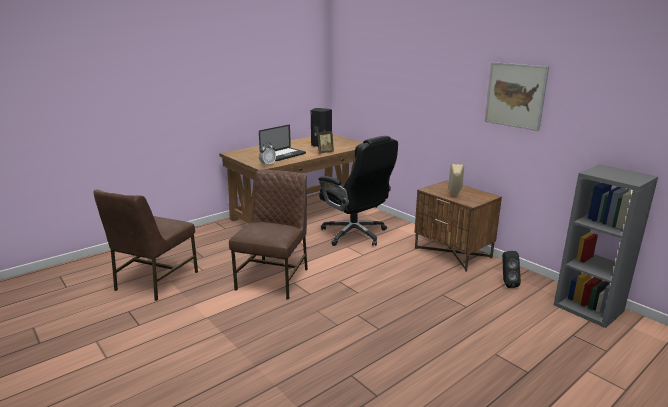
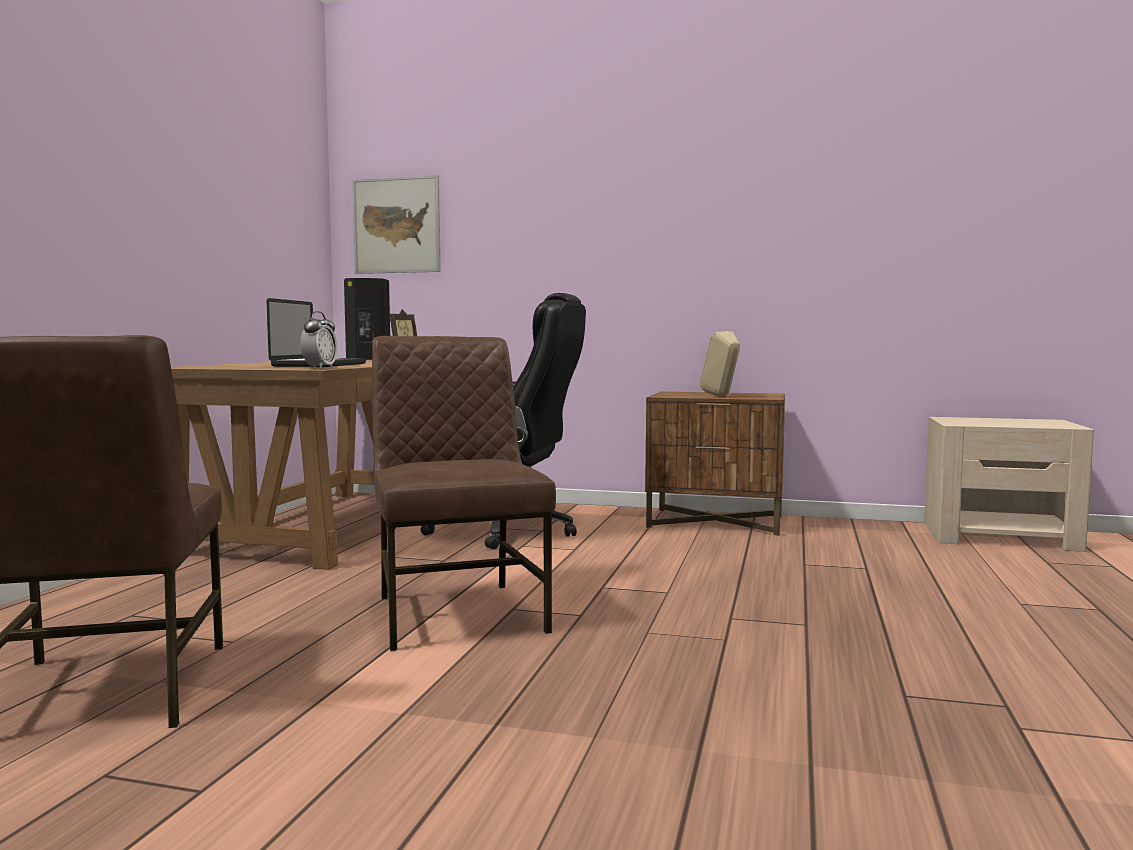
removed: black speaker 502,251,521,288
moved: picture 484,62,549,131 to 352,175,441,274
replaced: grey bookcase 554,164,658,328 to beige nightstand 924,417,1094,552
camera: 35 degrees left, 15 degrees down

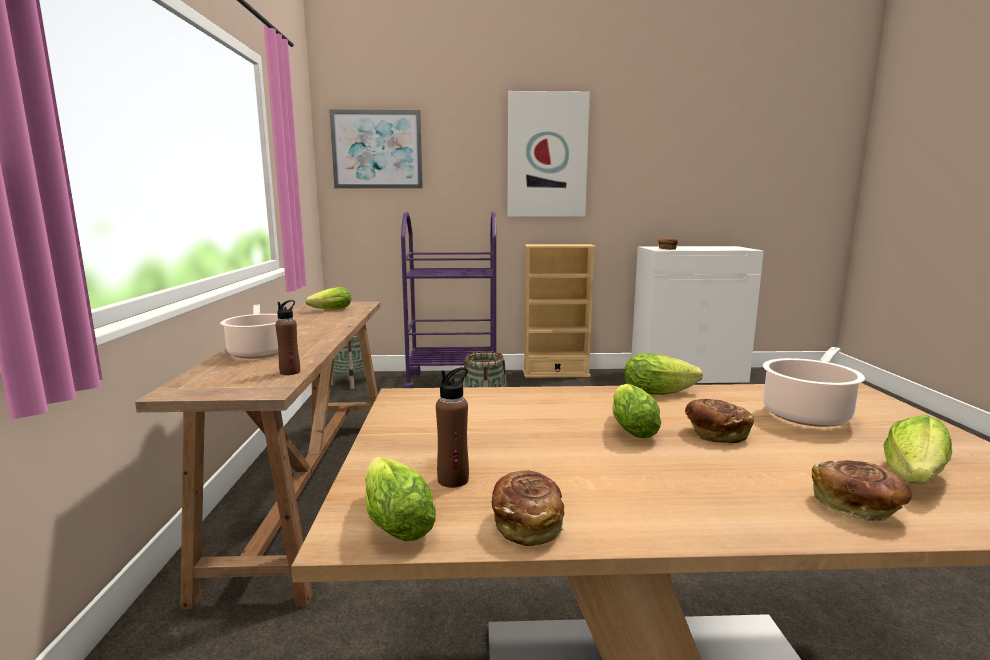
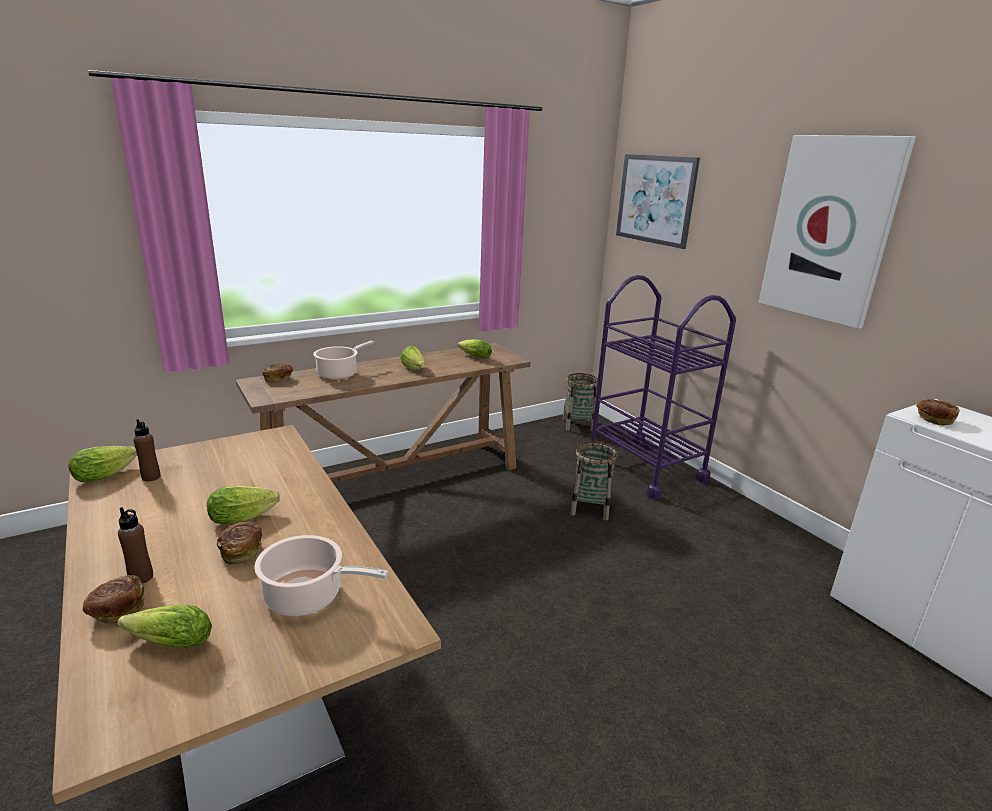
removed: beige bookcase 523,244,596,378
moved: brown bottle 275,300,300,375 to 118,507,153,583; bread 492,470,565,546 to 263,363,293,382; lettuce 624,353,702,395 to 401,346,425,370
camera: 60 degrees right, 10 degrees up

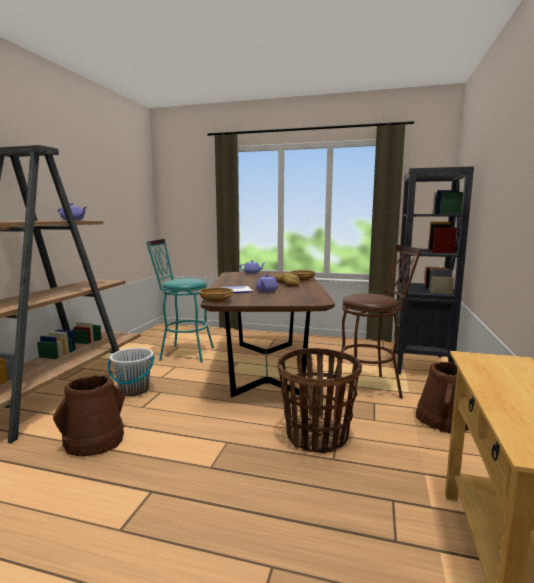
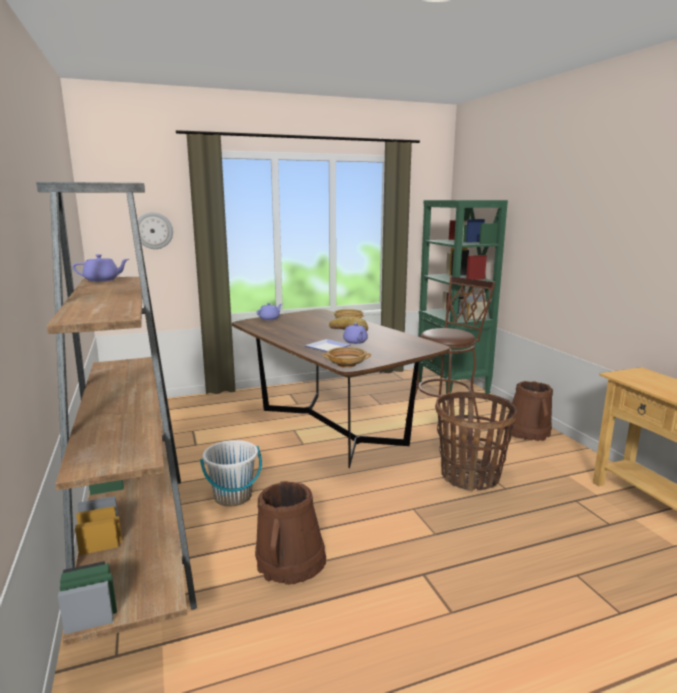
removed: turquoise stool 146,239,214,363
added: wall clock 138,212,173,249
recoloured: black bookcase 394,166,474,374 to green bookcase 418,200,508,401
camera: 35 degrees left, 5 degrees up

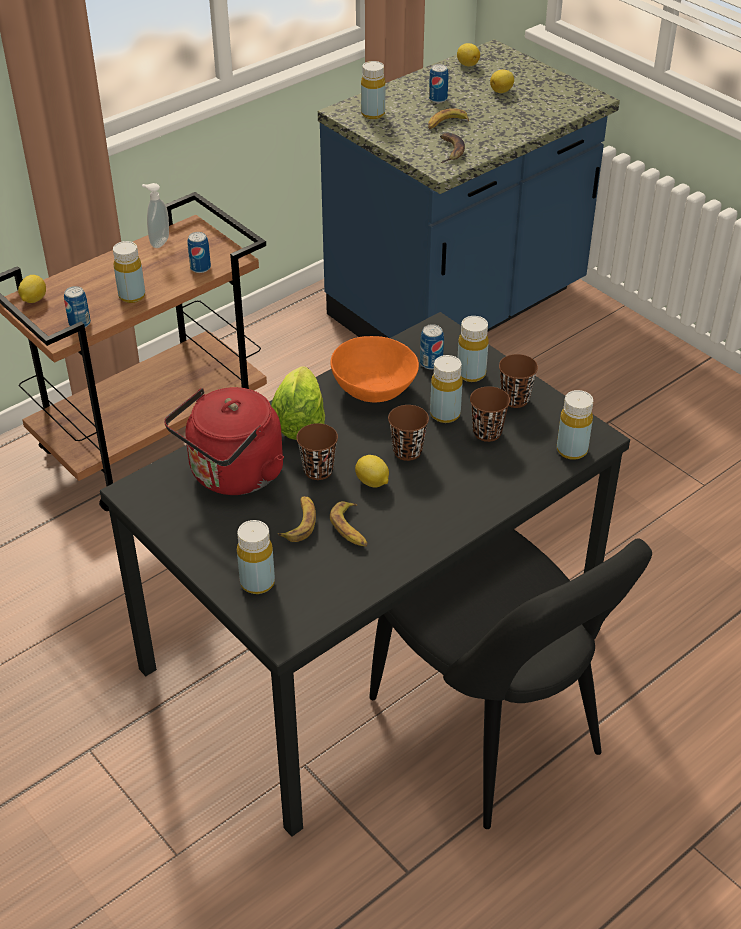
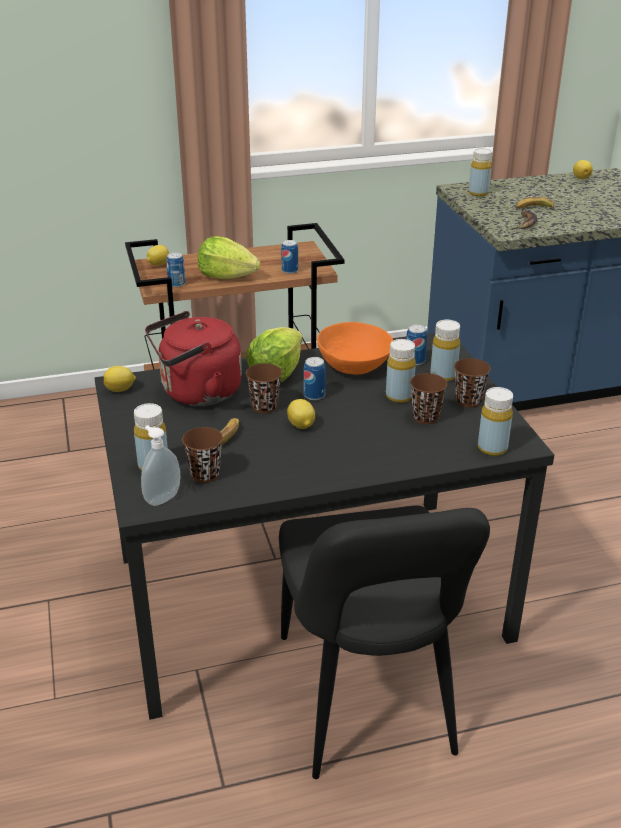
removed: banana 330,501,368,546
moved: lemon 490,70,514,93 to 104,366,136,392; soap dispenser 142,183,169,248 to 141,425,180,506; brown cup 388,405,429,461 to 182,427,223,483; can 429,64,449,103 to 304,357,326,400
replaced: yellow bottle 113,241,145,303 to lettuce 198,236,261,279
camera: 25 degrees right, 10 degrees down

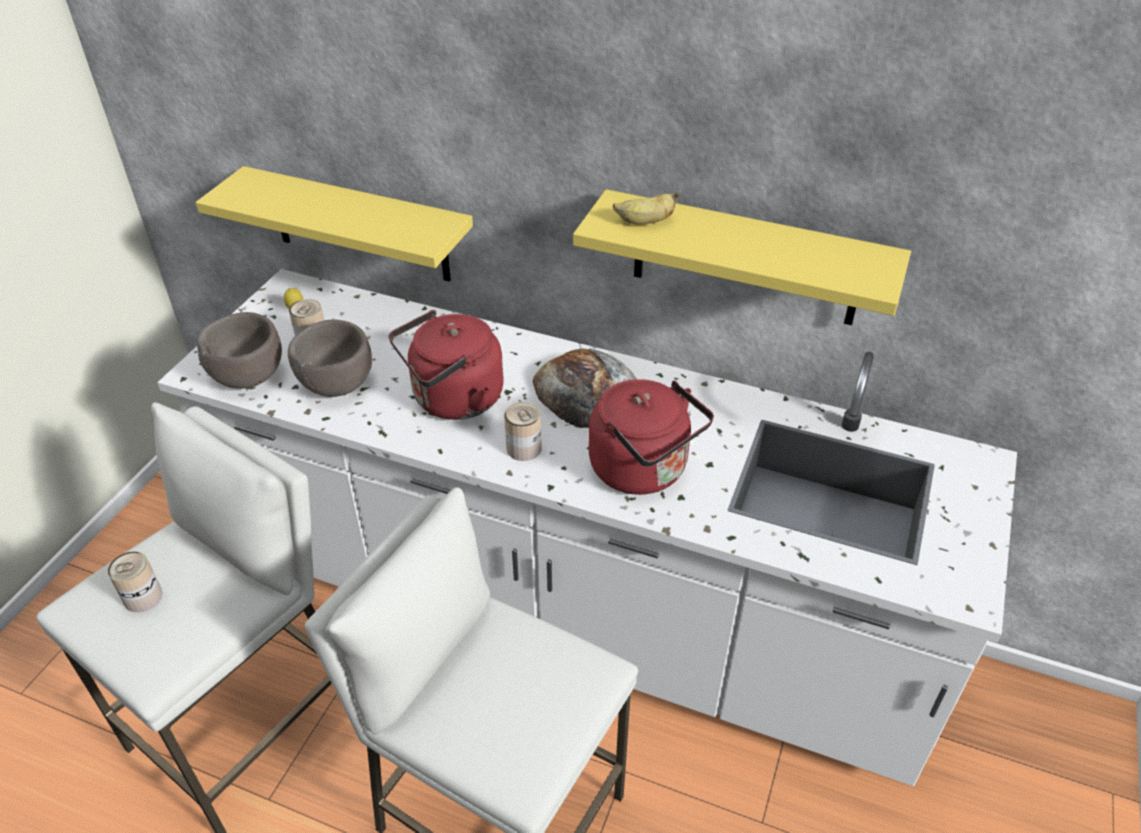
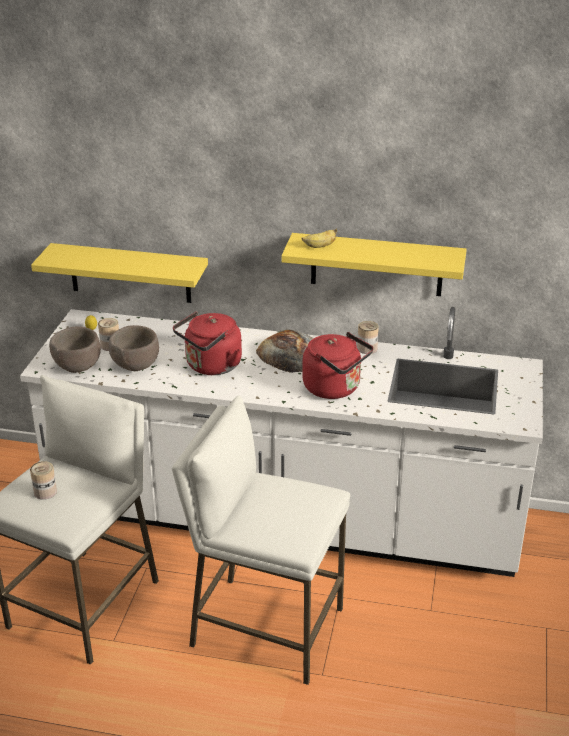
moved: can 504,402,542,461 to 357,321,379,354
camera: 10 degrees left, 10 degrees down

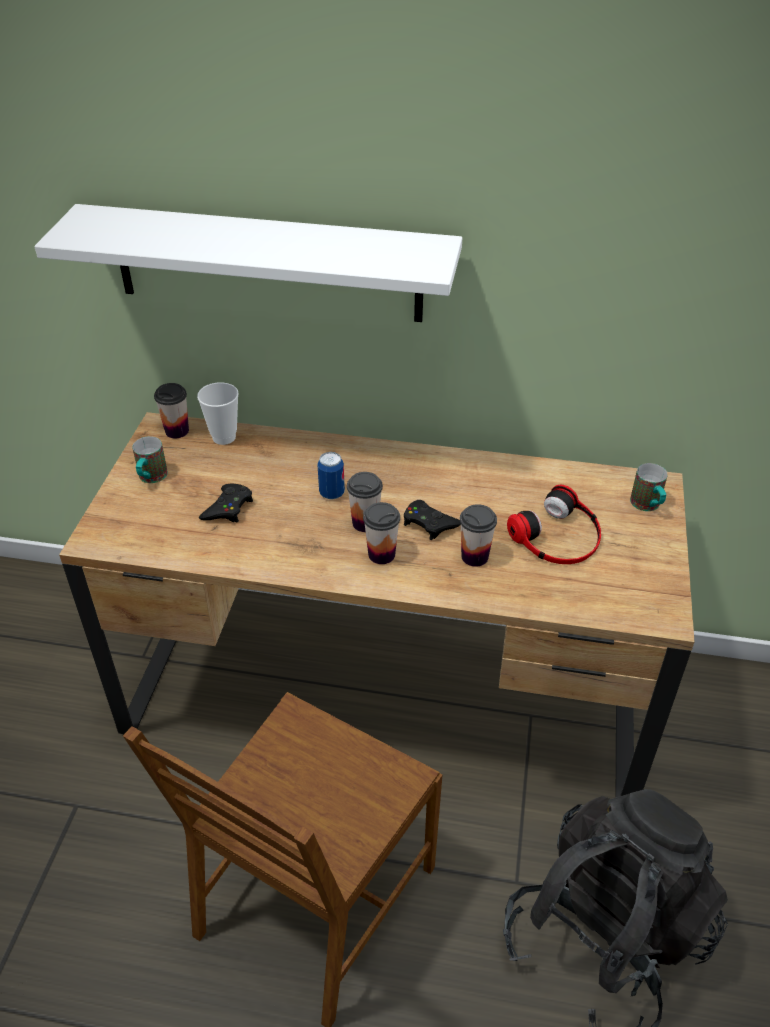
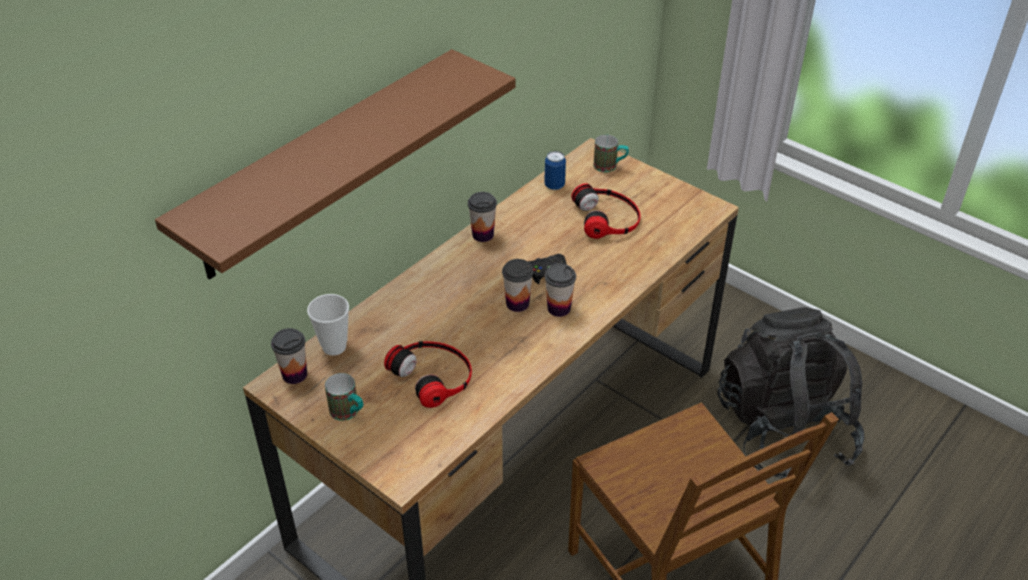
moved: cup 460,504,497,567 to 468,192,497,242; can 318,452,345,499 to 544,151,566,190
replaced: black game controller 199,484,253,523 to headphones 384,341,472,408
recoloured: white shelf 34,204,462,322 to brown shelf 155,49,516,280
camera: 60 degrees left, 0 degrees up

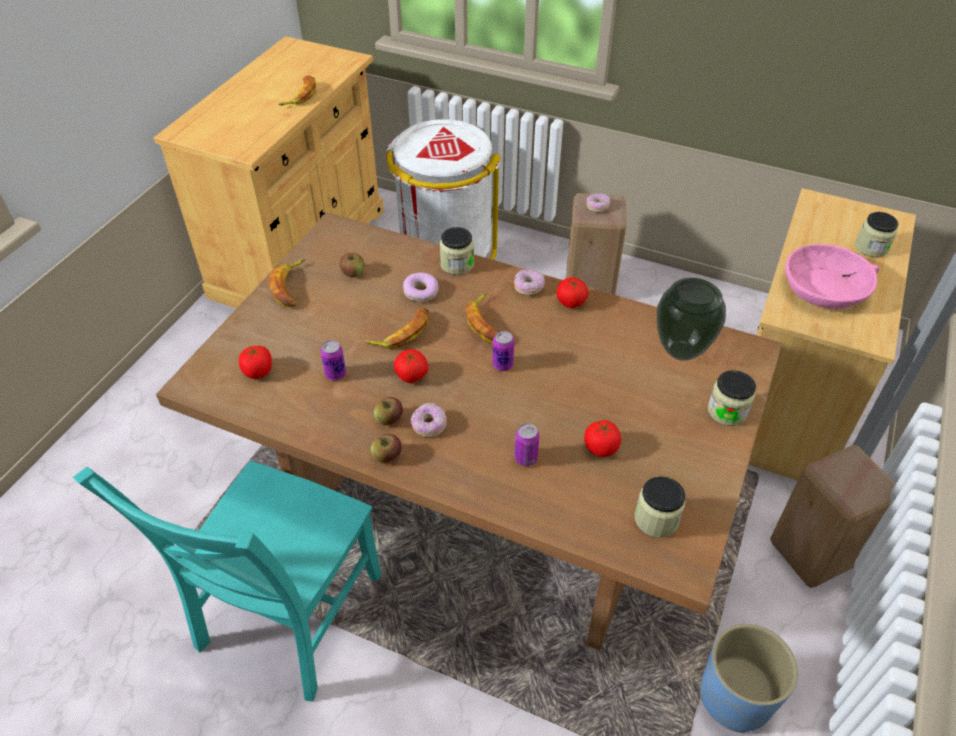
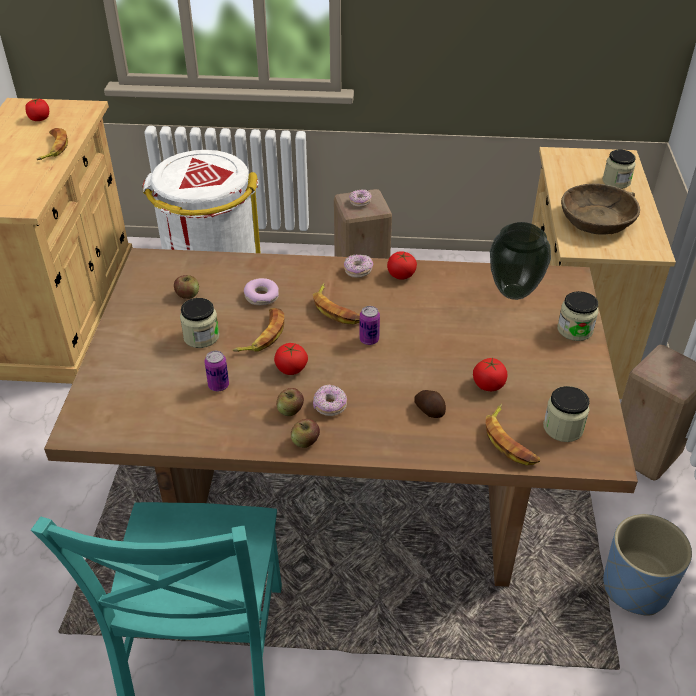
moved: tomato 239,346,272,379 to 25,98,49,121; jar 440,227,474,275 to 180,298,219,348; banana 269,259,305,307 to 486,404,540,466
replaced: can 514,423,539,466 to potato 414,390,446,418
recoloured: pink bowl 785,244,880,309 to brown bowl 561,183,640,235
camera: 20 degrees left, 5 degrees down

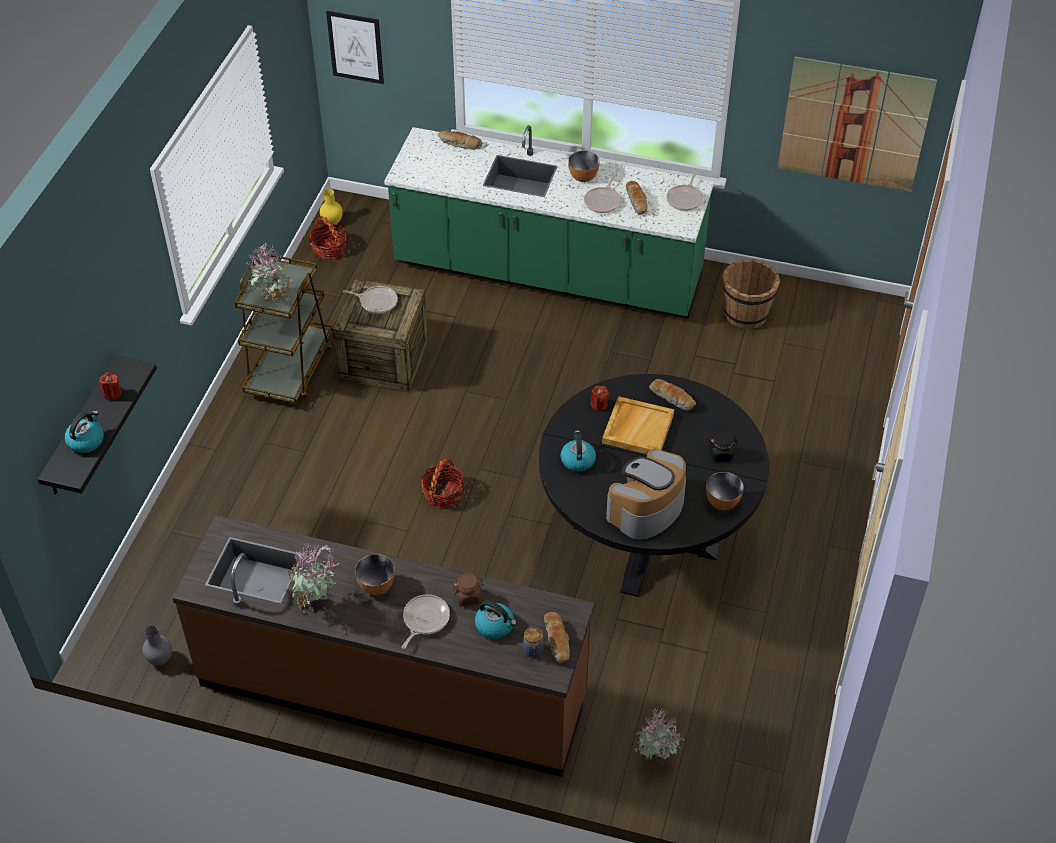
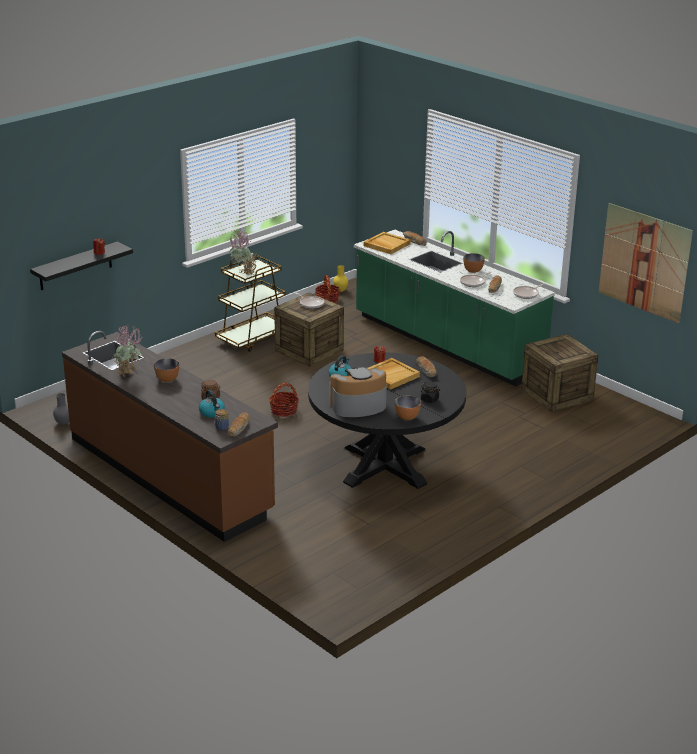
removed: kettle 65,411,104,453; picture 326,11,384,84; frying pan 402,595,450,649; potted plant 634,708,684,764
added: beige tray 364,232,411,254
replaced: brown bucket 722,259,780,329 to crate 521,334,598,412
camera: 30 degrees right, 20 degrees down

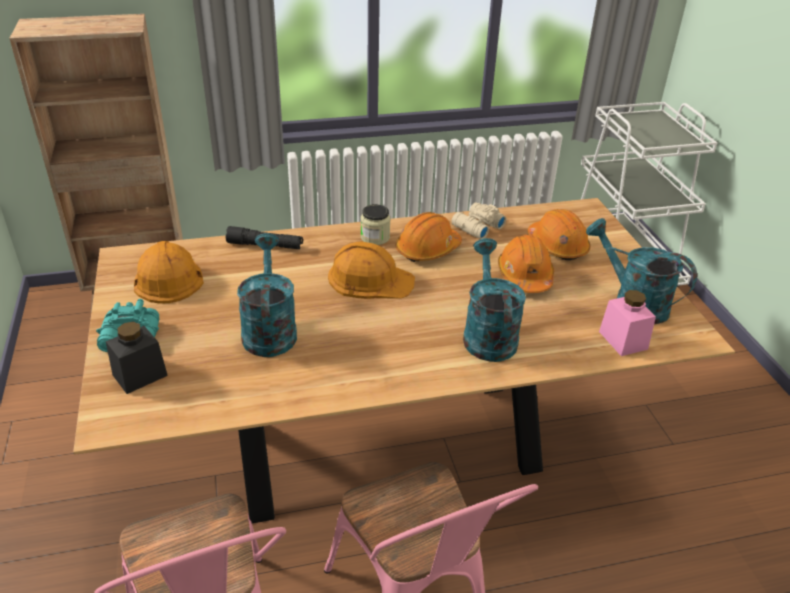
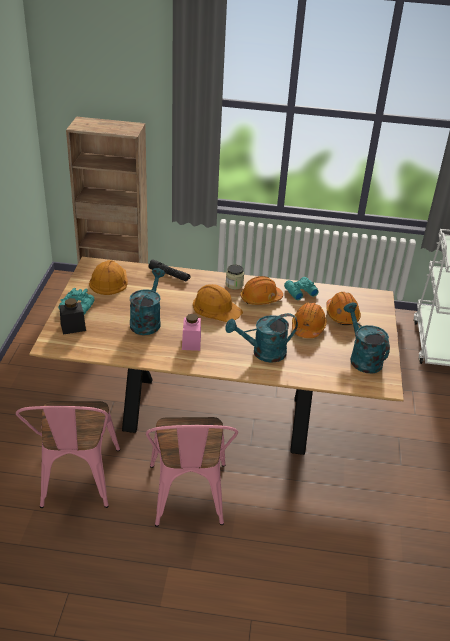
moved: pink jar 599,290,656,356 to 182,314,201,351
recoloured: beige binoculars 452,202,506,239 to turquoise binoculars 284,277,319,300
turned: turquoise watering can 463,238,526,362 = 225,313,298,363 120 degrees counterclockwise
camera: 20 degrees right, 0 degrees up

